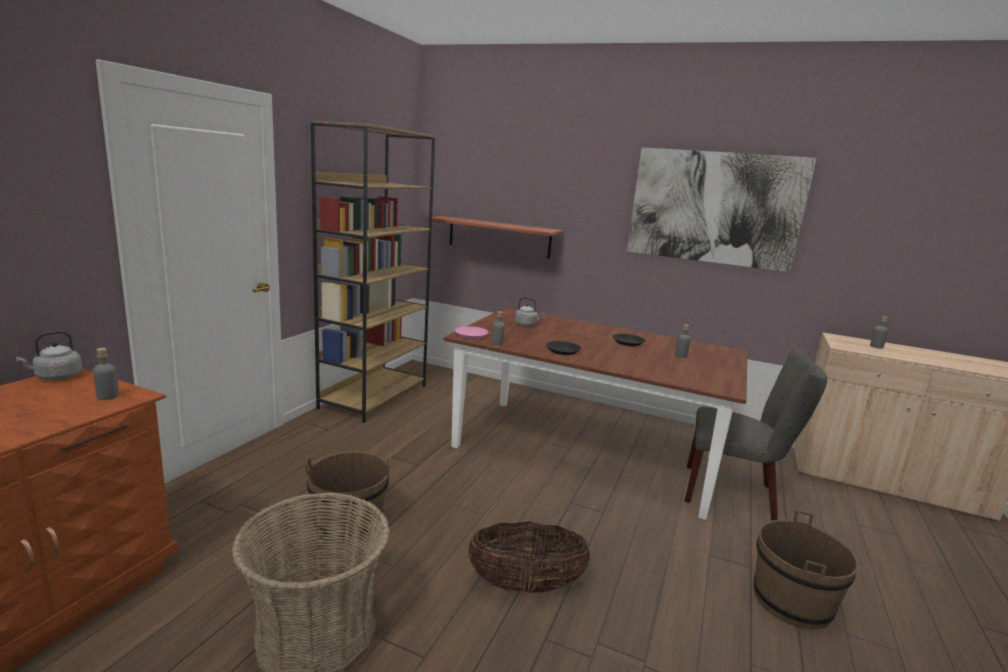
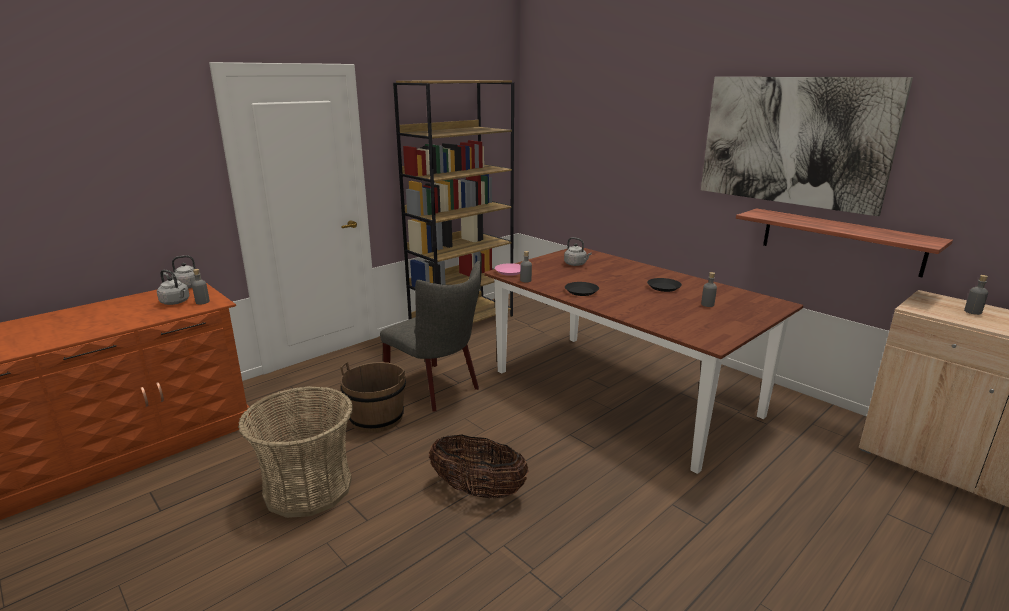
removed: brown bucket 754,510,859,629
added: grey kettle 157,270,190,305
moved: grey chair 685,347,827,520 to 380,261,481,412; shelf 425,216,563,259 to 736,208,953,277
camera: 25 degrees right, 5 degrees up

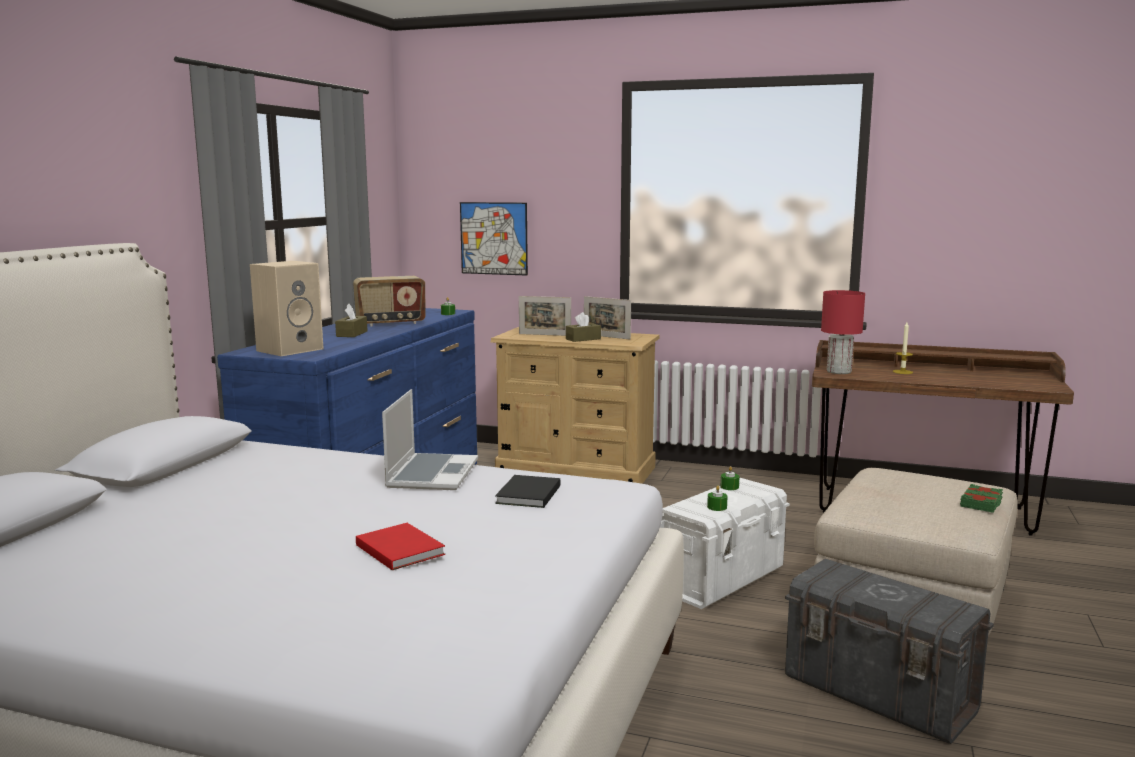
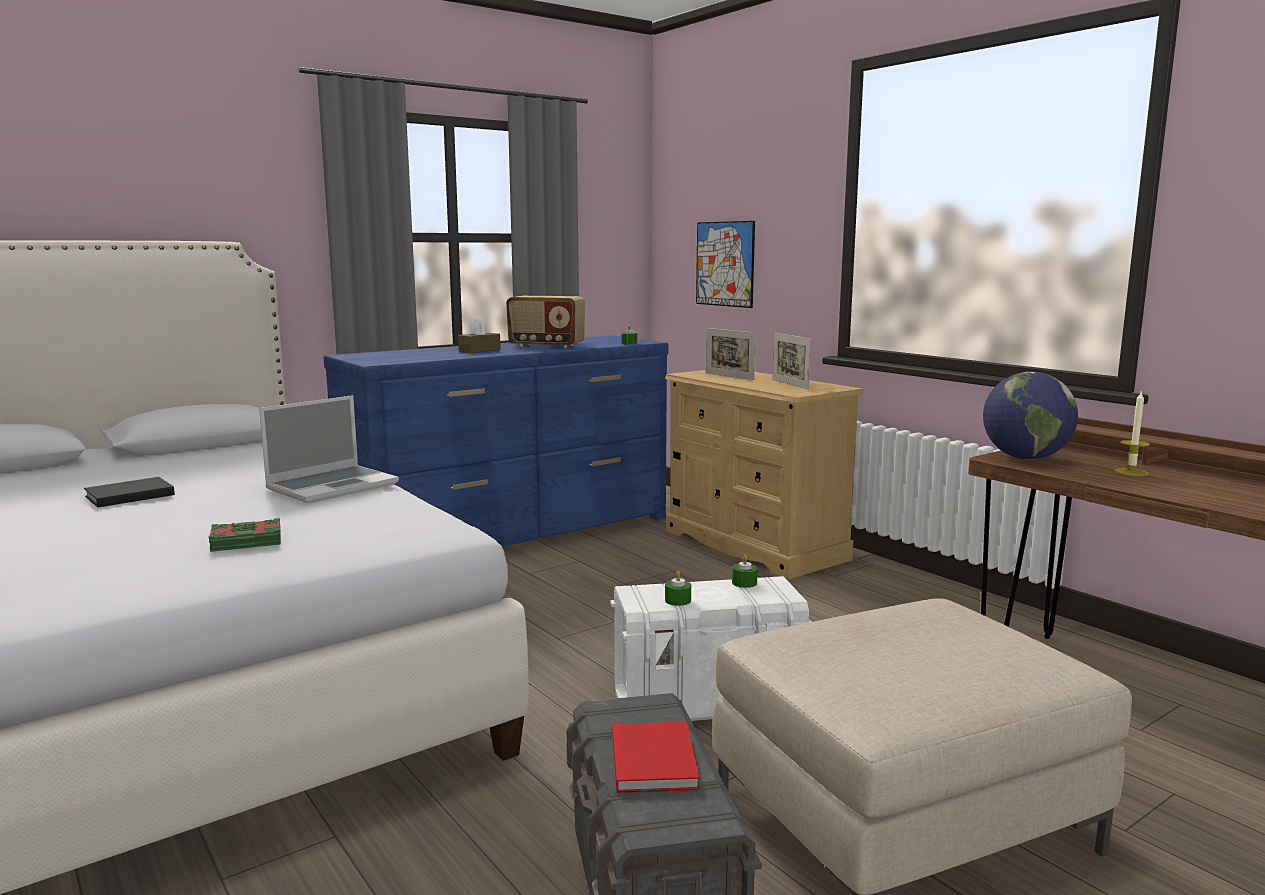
removed: beige speaker 250,261,324,356; brown tissue box 566,312,601,342
moved: black book 495,475,560,508 to 84,477,175,508; green book 960,484,1003,513 to 209,518,281,552; red book 356,523,445,570 to 612,722,700,793
replaced: red table lamp 821,290,865,374 to globe 983,372,1078,460
camera: 35 degrees right, 0 degrees up

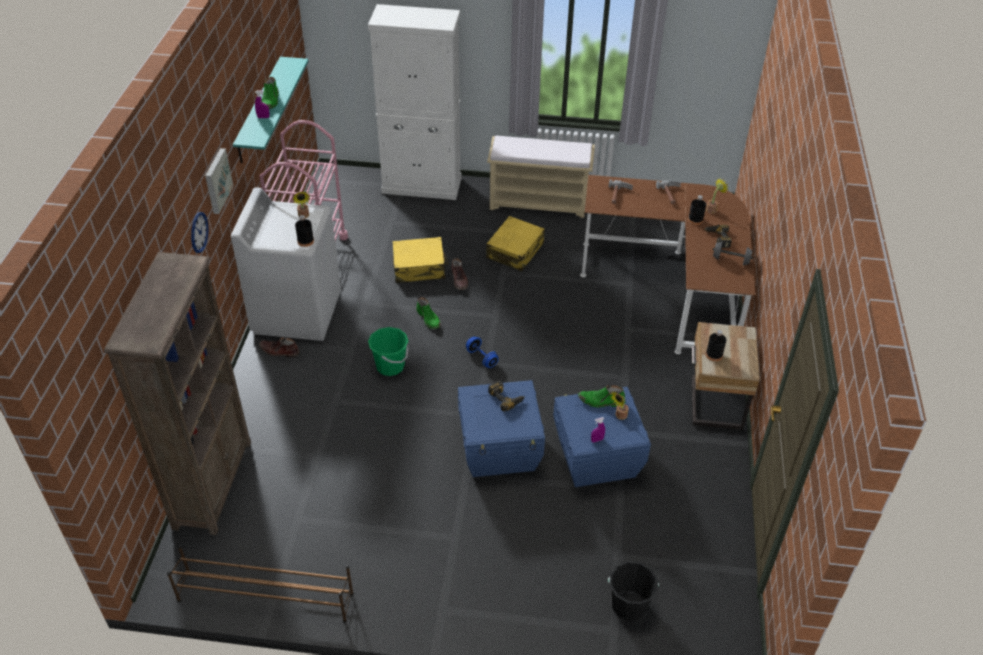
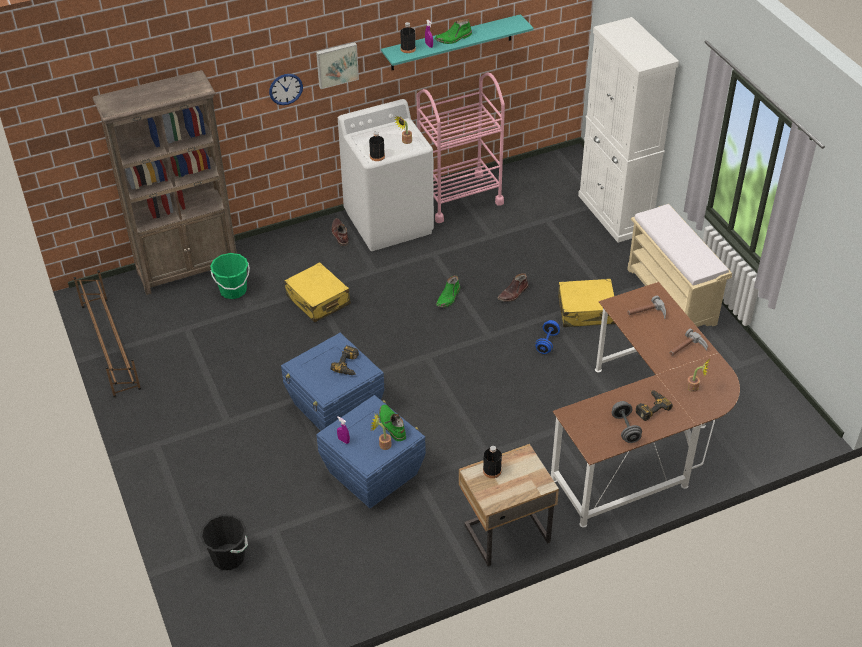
moved: green bucket 368,327,408,376 to 210,253,250,299; yellow suitcase 393,237,448,283 to 284,262,351,322; black bottle 688,195,706,225 to 400,22,416,53; blue dumbbell 466,337,499,368 to 535,320,560,354
camera: 60 degrees right, 0 degrees up

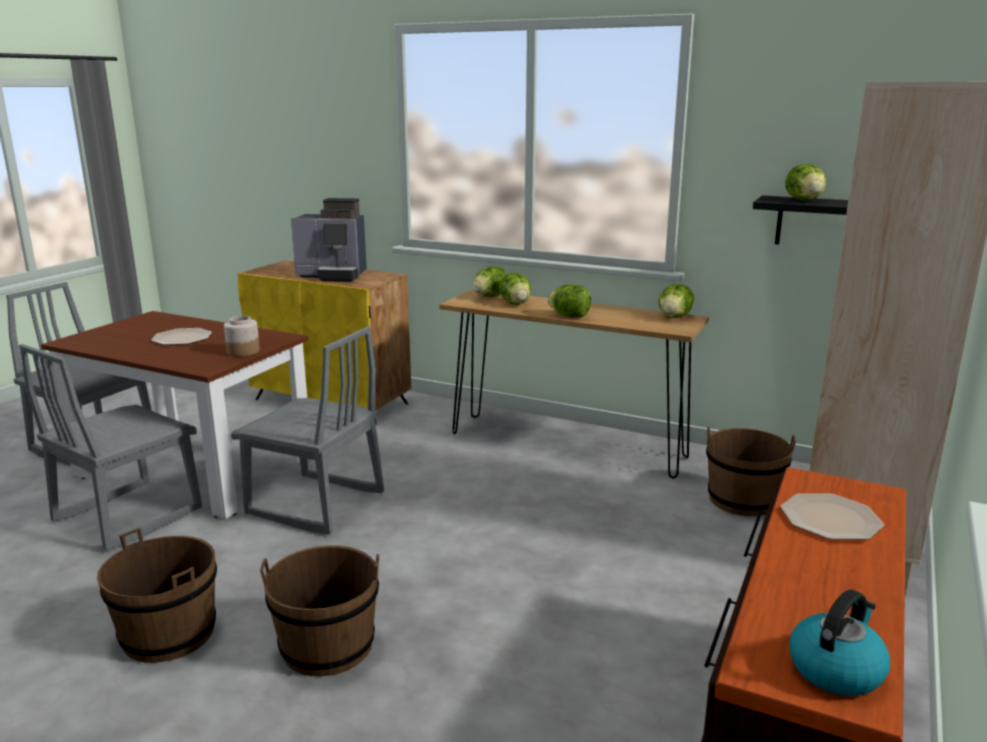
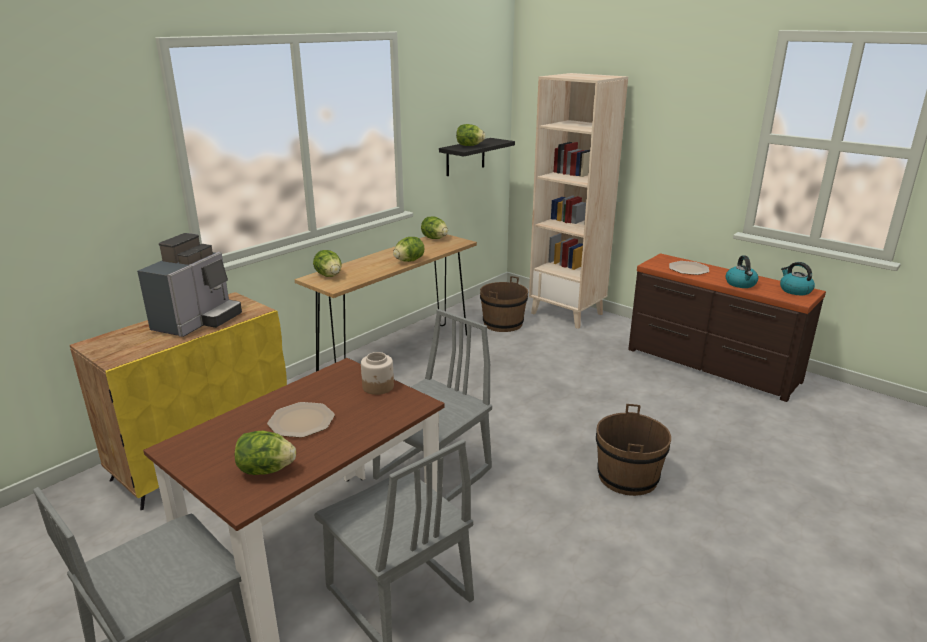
removed: brown bucket 97,528,217,663
added: kettle 726,256,758,288
moved: lettuce 499,273,531,305 to 235,431,296,475
camera: 75 degrees left, 5 degrees up

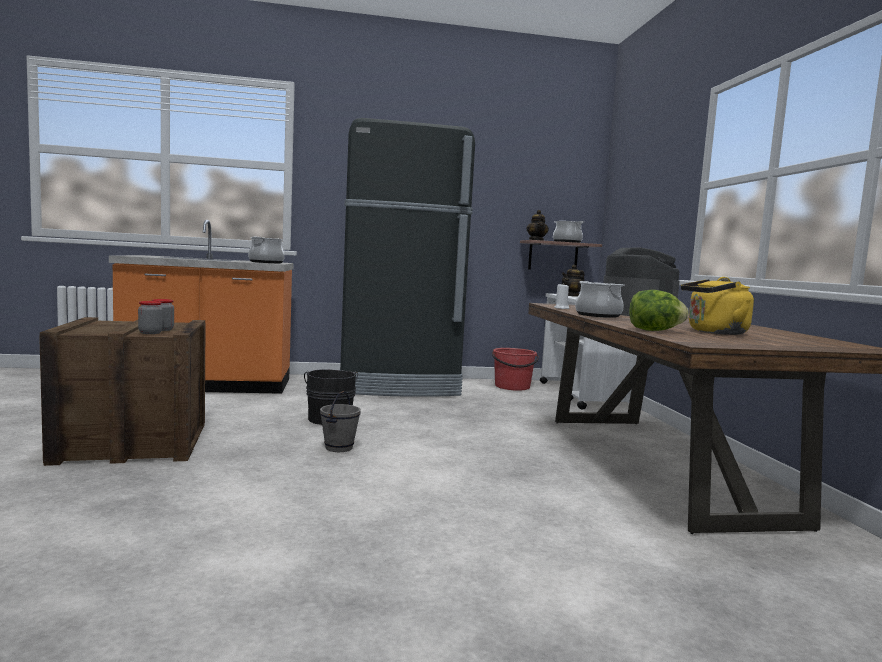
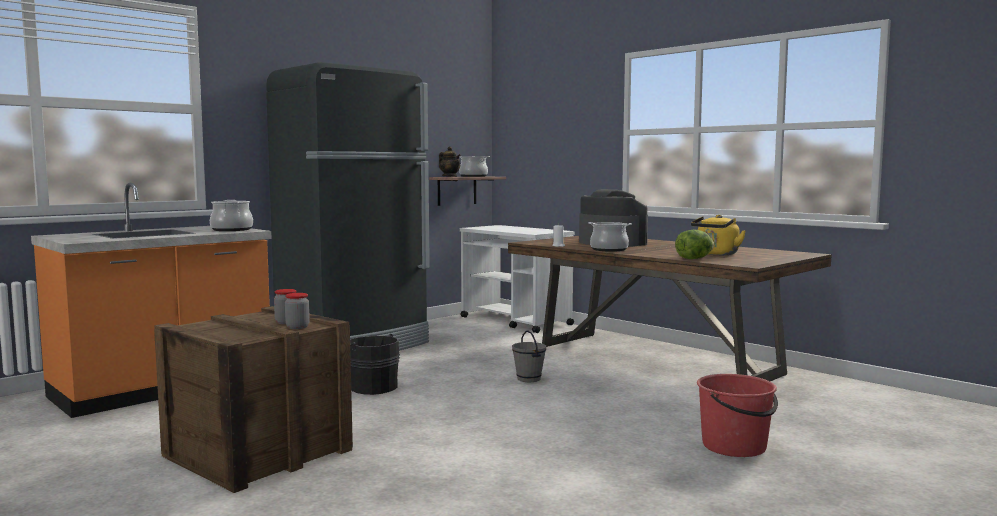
removed: teapot 562,265,585,297
moved: grey bucket 320,391,361,452 to 512,330,546,382; red bucket 492,348,539,391 to 697,374,778,457
camera: 35 degrees left, 0 degrees up

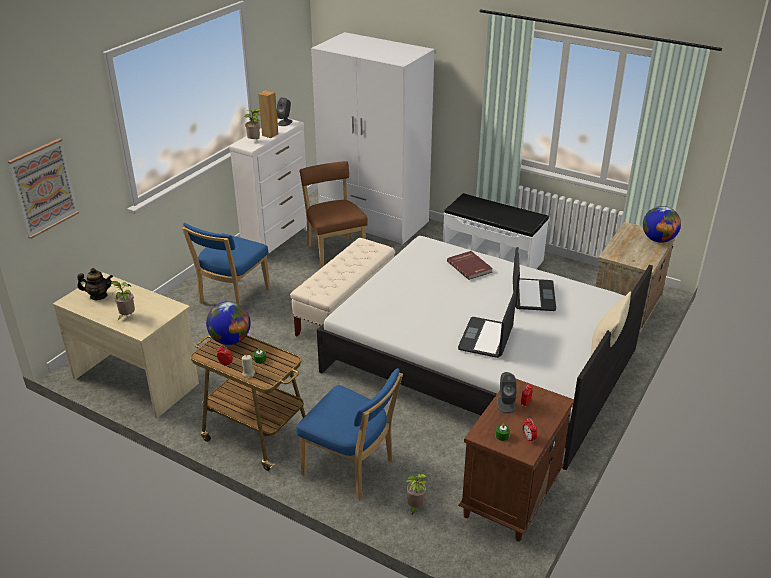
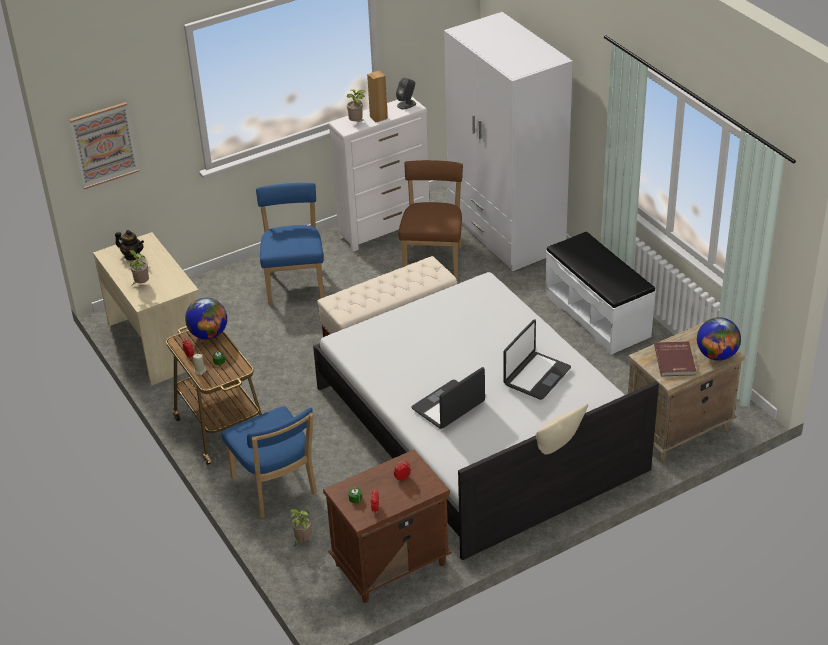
removed: grey speaker 496,372,517,414
moved: red book 447,251,493,280 to 654,341,696,376
turned: blue chair 182,223,270,304 = 256,183,324,306 120 degrees clockwise
camera: 30 degrees right, 5 degrees up

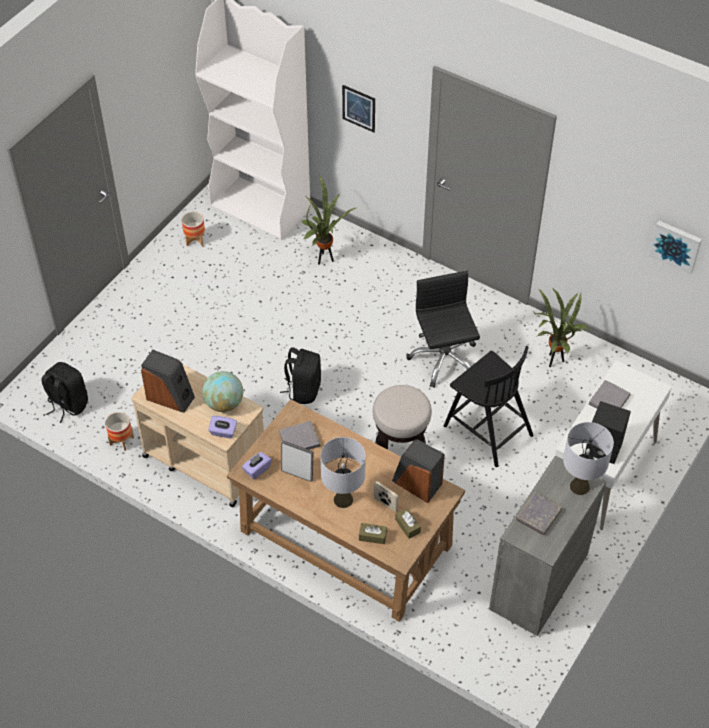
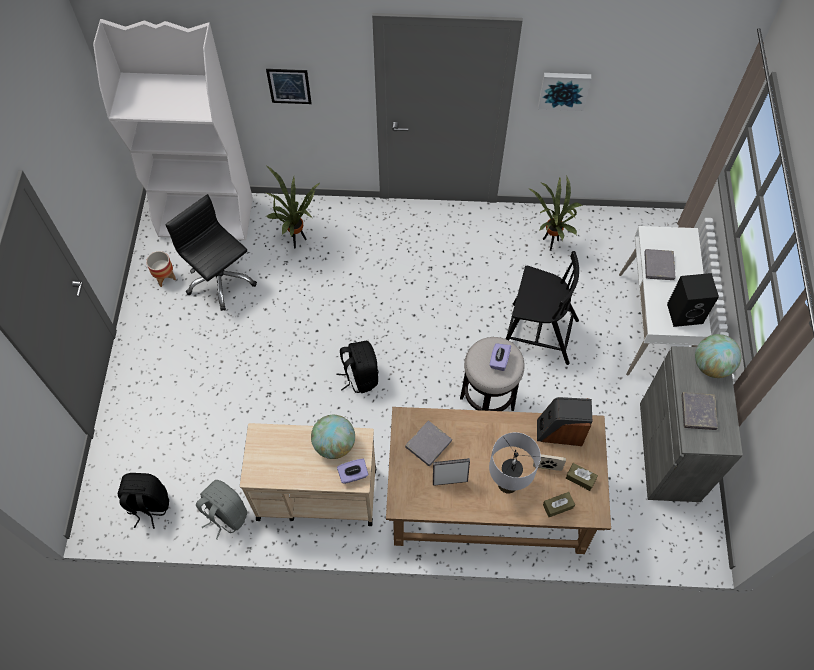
removed: speaker 141,350,195,413
moved: black office chair 407,271,480,388 to 165,194,257,311; purple tissue box 242,452,272,479 to 490,343,511,371; picture 649,221,702,274 to 538,73,591,111
replaced: planter 105,412,134,451 to grey backpack 196,480,247,540; grey table lamp 563,422,614,495 to globe 695,334,741,378
camera: 30 degrees left, 10 degrees up

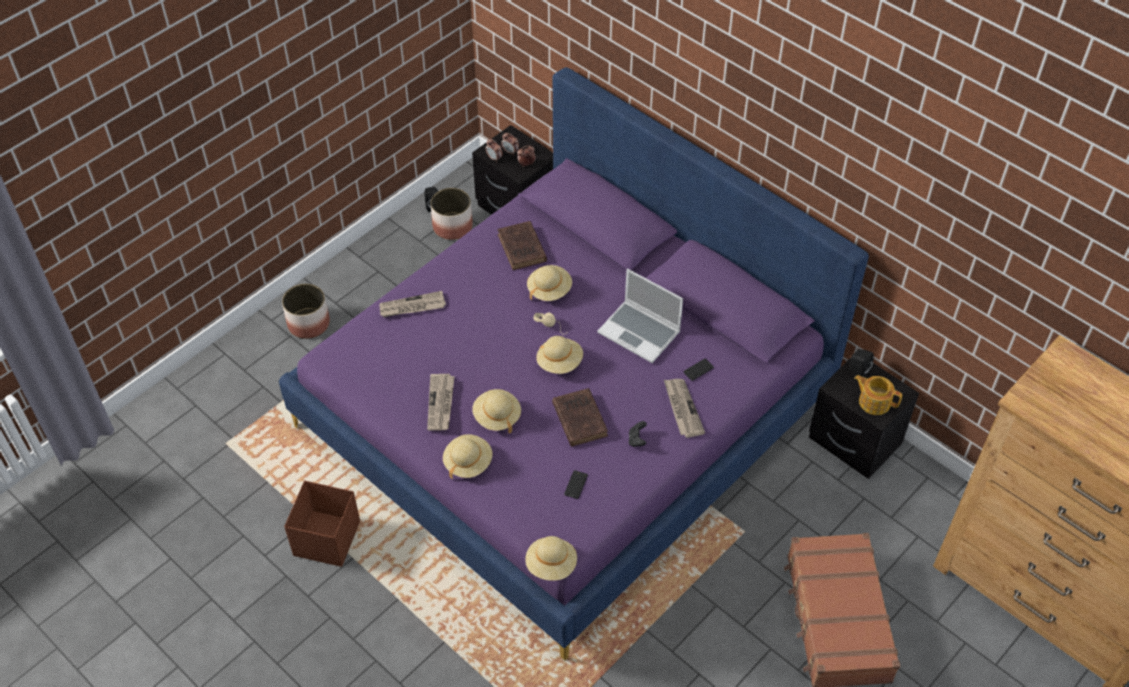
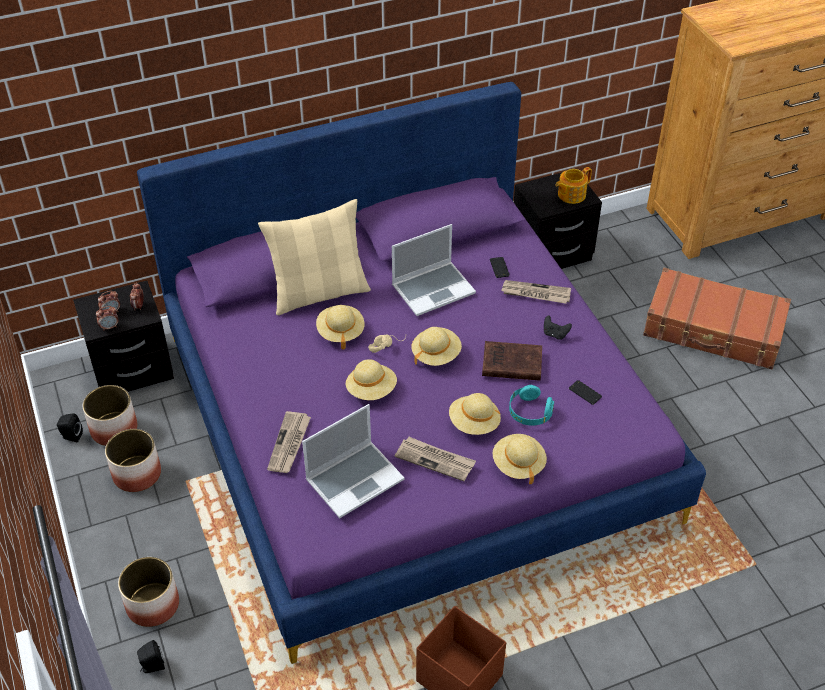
removed: brown book 497,221,547,270
added: planter 105,429,161,492; beige pillow 258,199,371,315; laptop 302,404,404,518; turquoise headphones 509,385,554,426
moved: black speaker 850,349,874,377 to 137,640,165,673; beige hat 525,536,577,581 to 346,359,397,400
camera: 65 degrees left, 5 degrees down

